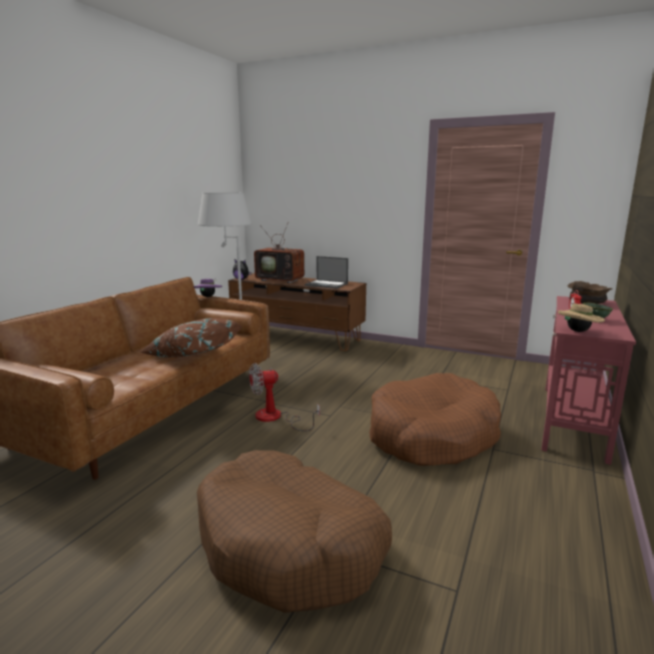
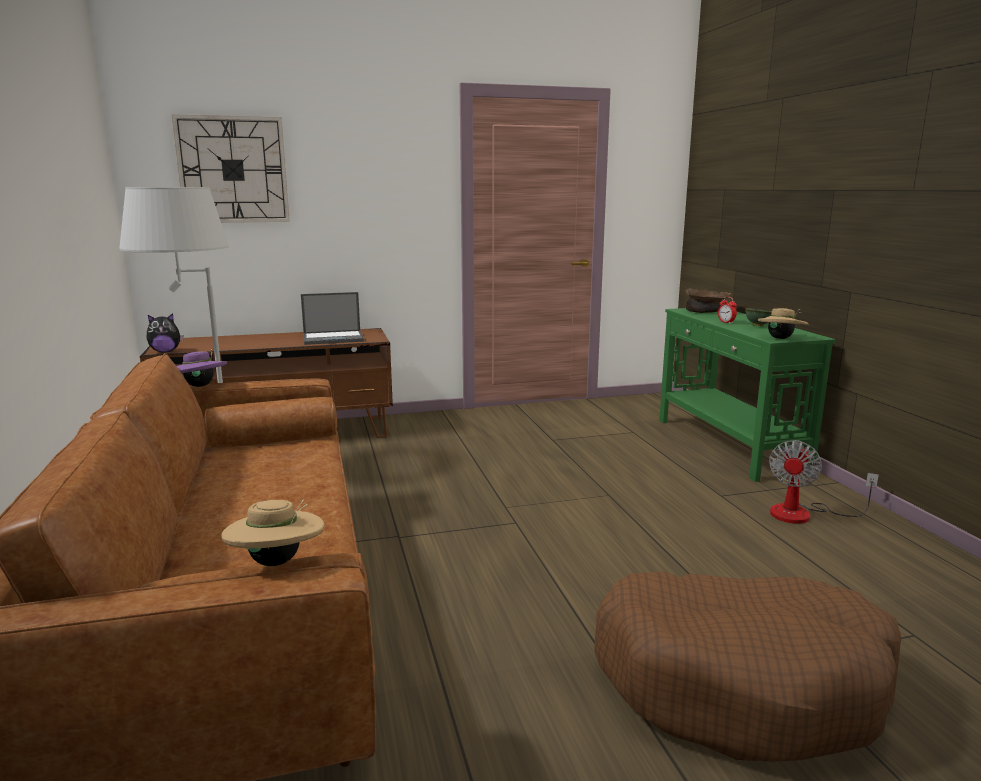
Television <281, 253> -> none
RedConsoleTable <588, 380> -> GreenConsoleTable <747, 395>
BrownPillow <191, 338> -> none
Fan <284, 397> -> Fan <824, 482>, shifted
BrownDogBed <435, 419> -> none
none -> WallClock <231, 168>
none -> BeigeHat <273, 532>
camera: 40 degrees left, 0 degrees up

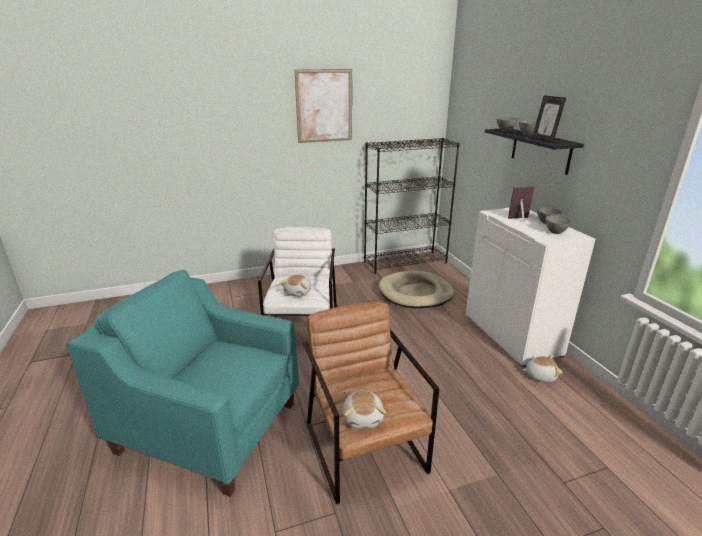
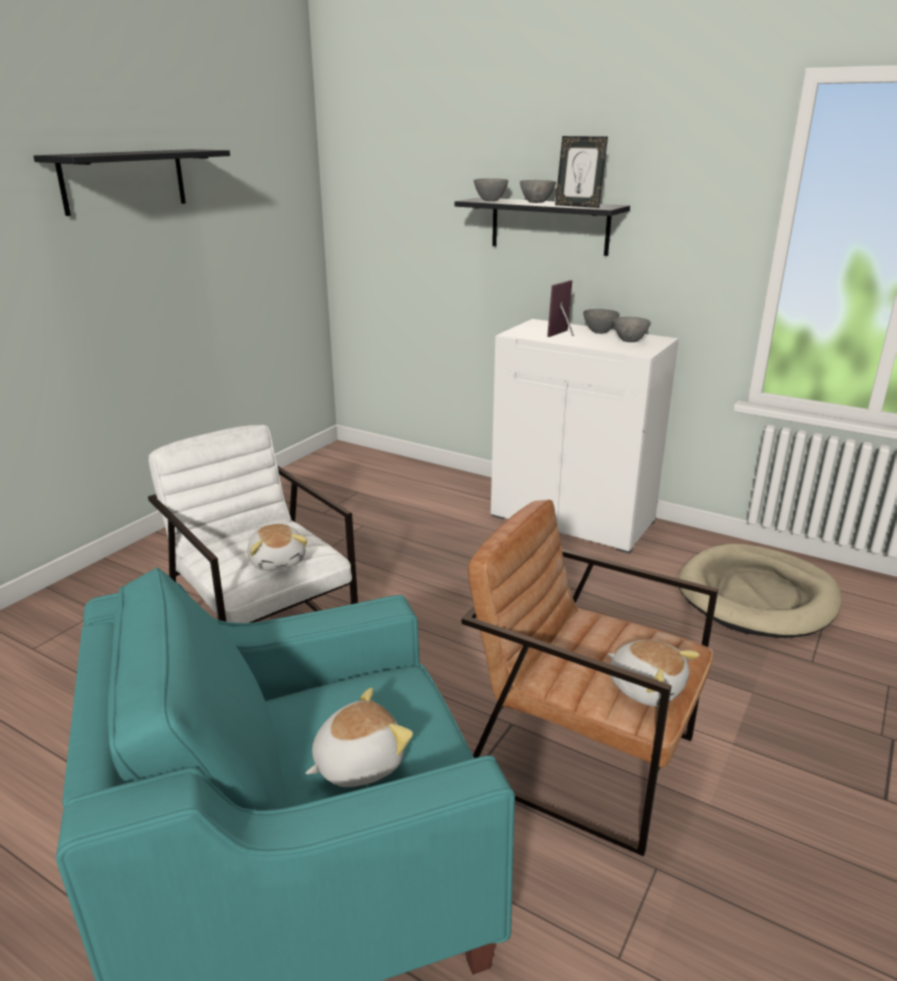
Picture <323, 106> -> BlackShelf <131, 182>
BlackBookcase <412, 206> -> none
BeigeDogBed <416, 289> -> BeigeDogBed <760, 591>, shifted
PlushToy <542, 368> -> PlushToy <359, 737>, shifted
camera: 40 degrees left, 0 degrees up

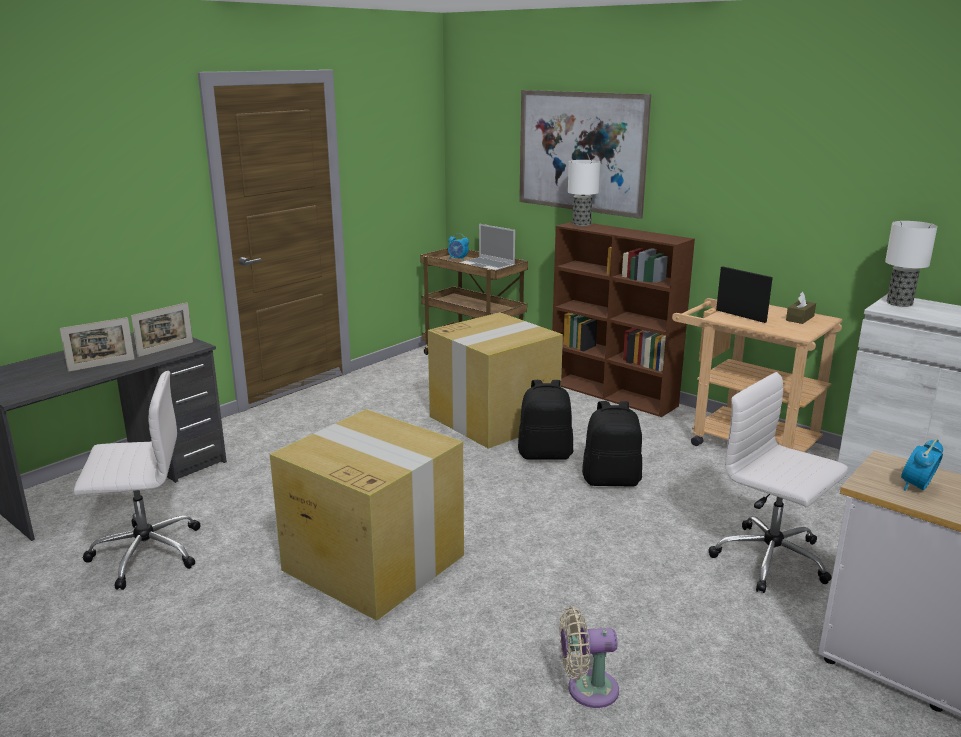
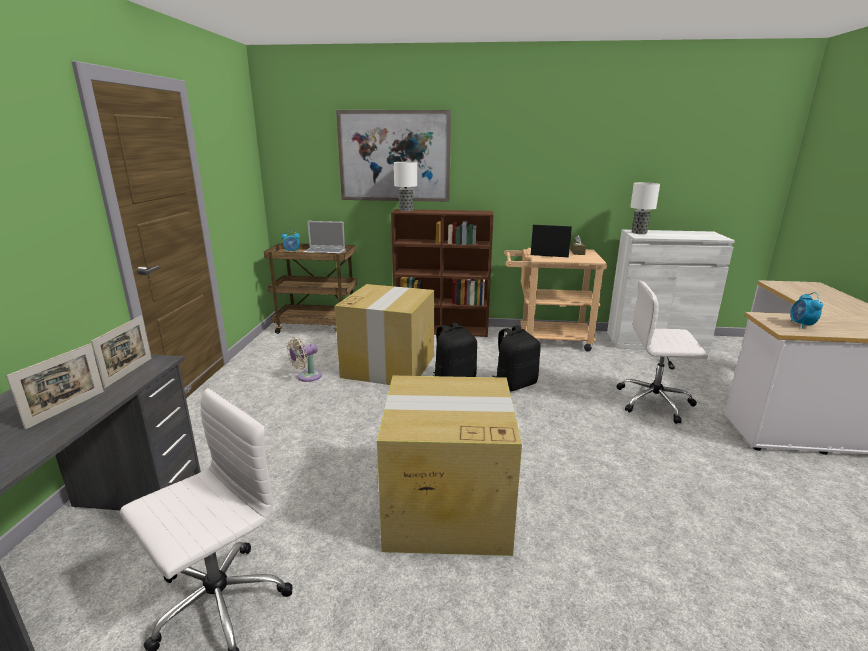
BeigeFan <589, 657> -> BeigeFan <304, 359>, shifted
camera: 35 degrees left, 0 degrees up

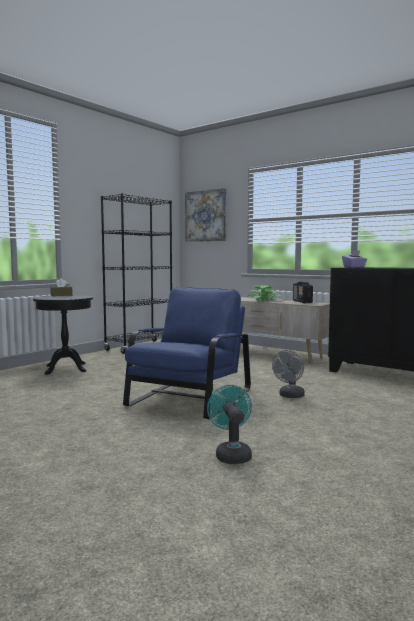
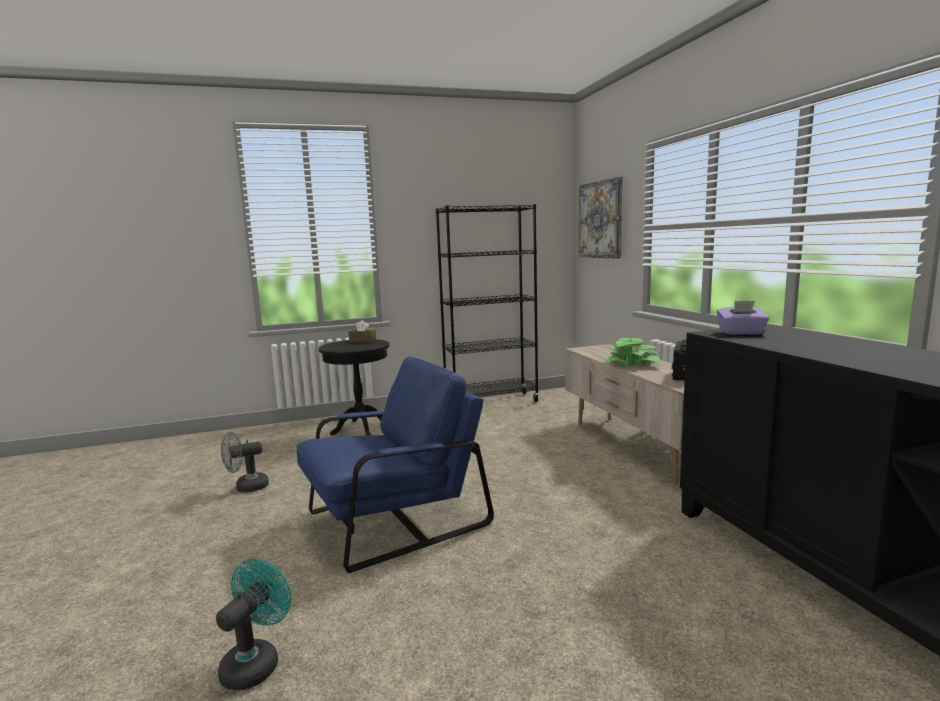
GreyFan <288, 374> -> GreyFan <245, 462>, shifted
camera: 35 degrees right, 5 degrees up

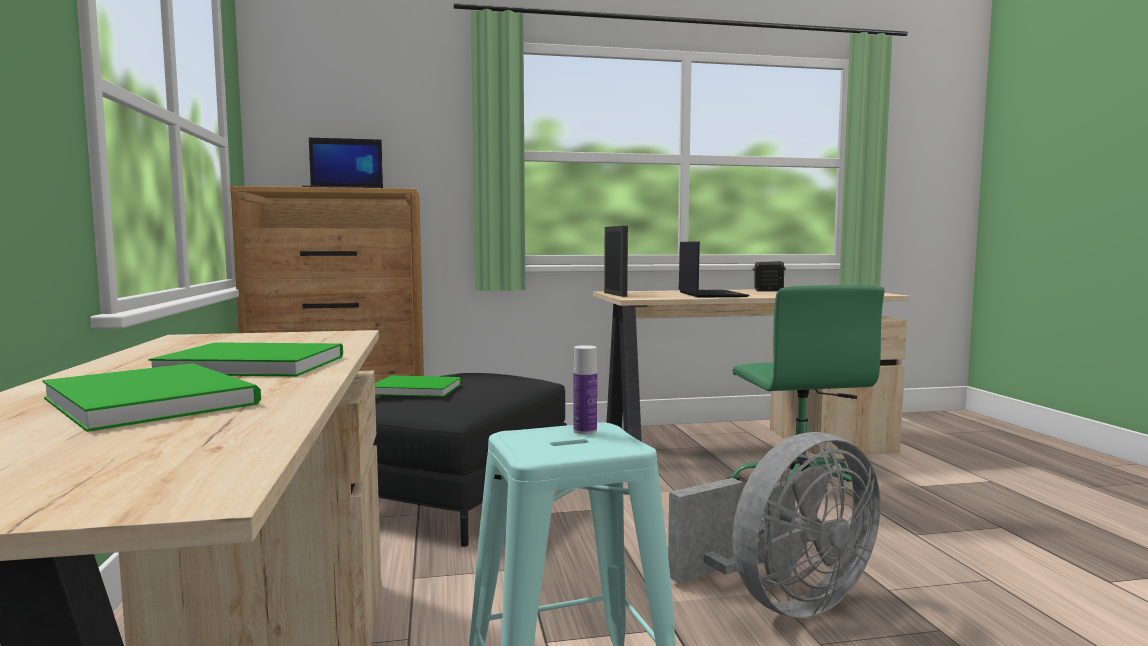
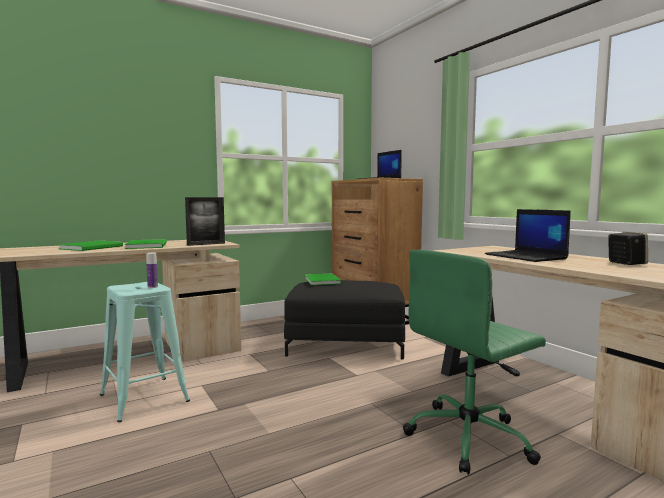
PictureFrame <616, 261> -> PictureFrame <205, 221>, shifted
Laptop <714, 269> -> Laptop <527, 235>, 90 degrees clockwise
GreyFan <774, 525> -> none
camera: 70 degrees right, 0 degrees up

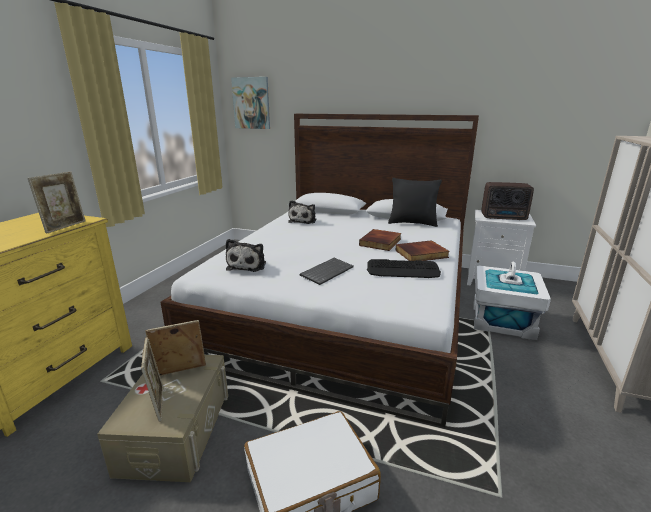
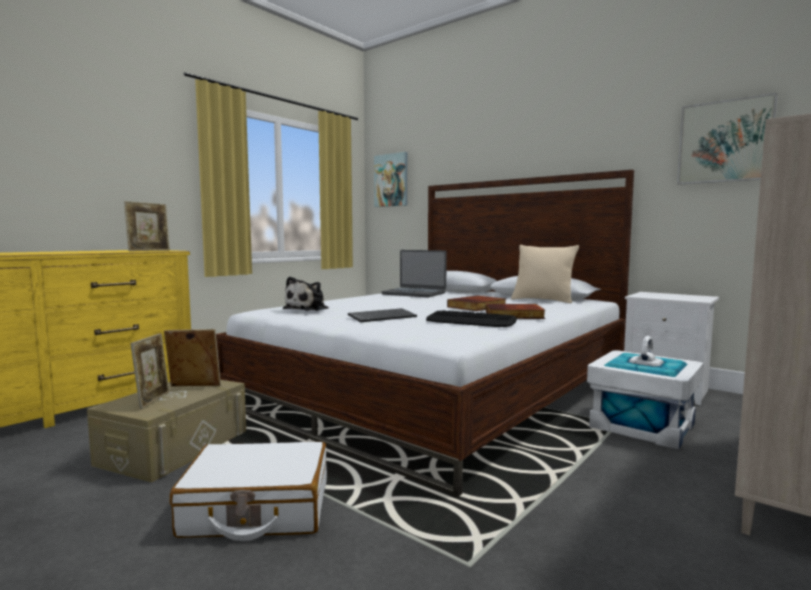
BlackPillow <415, 202> -> BeigePillow <545, 274>
Radio <507, 201> -> none
PlushToy <302, 212> -> Laptop <414, 273>
none -> Picture <727, 139>
camera: 20 degrees right, 15 degrees down

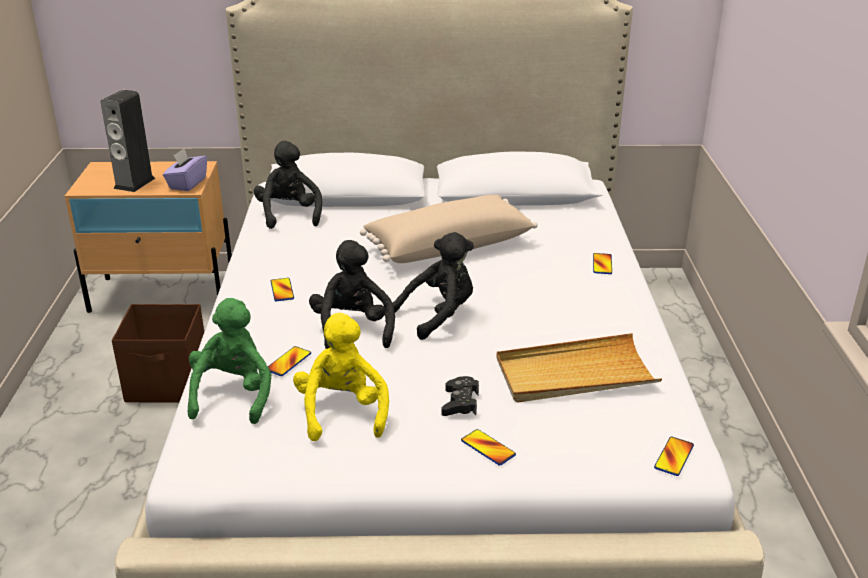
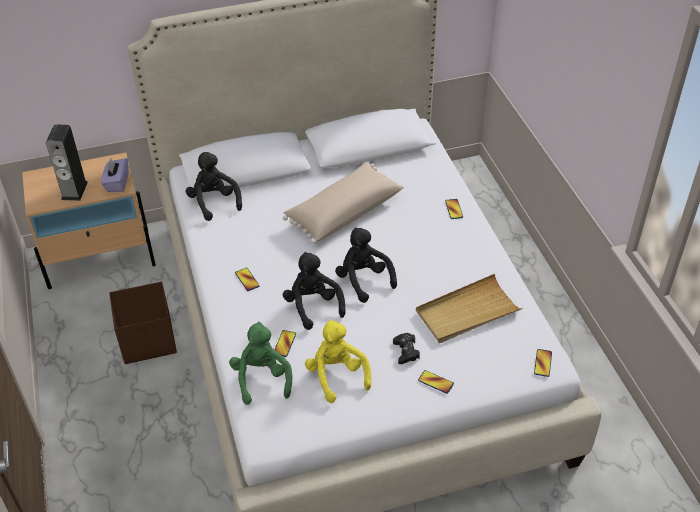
BlackPlushToy <433, 286> -> BlackPlushToy <366, 265>, 75 degrees counterclockwise
camera: 15 degrees left, 15 degrees up

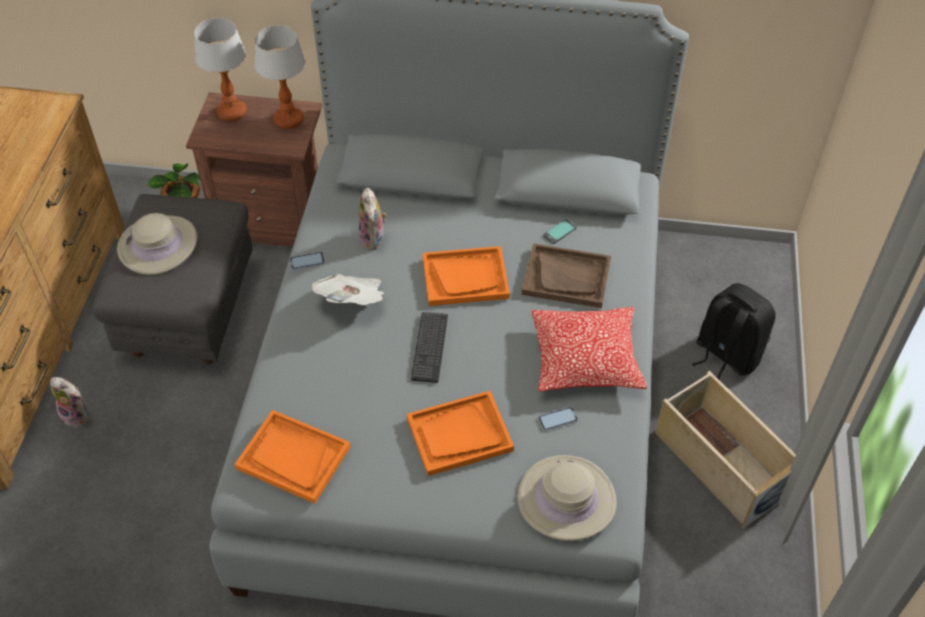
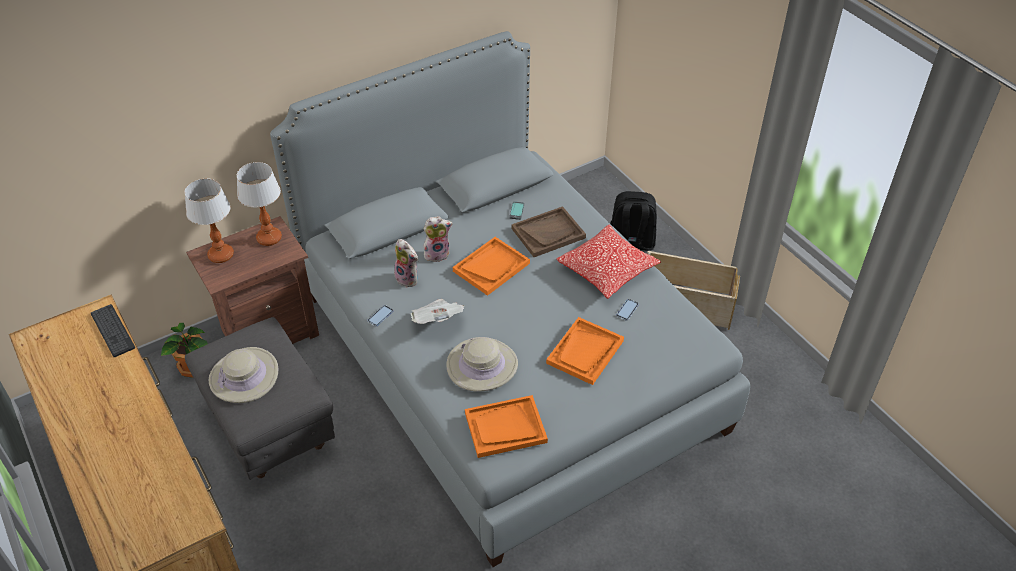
Keyboard <429, 347> -> Keyboard <113, 330>, shifted
PlushToy <69, 402> -> PlushToy <438, 239>, shifted
BeigeHat <567, 498> -> BeigeHat <482, 364>, shifted
camera: 40 degrees left, 5 degrees down

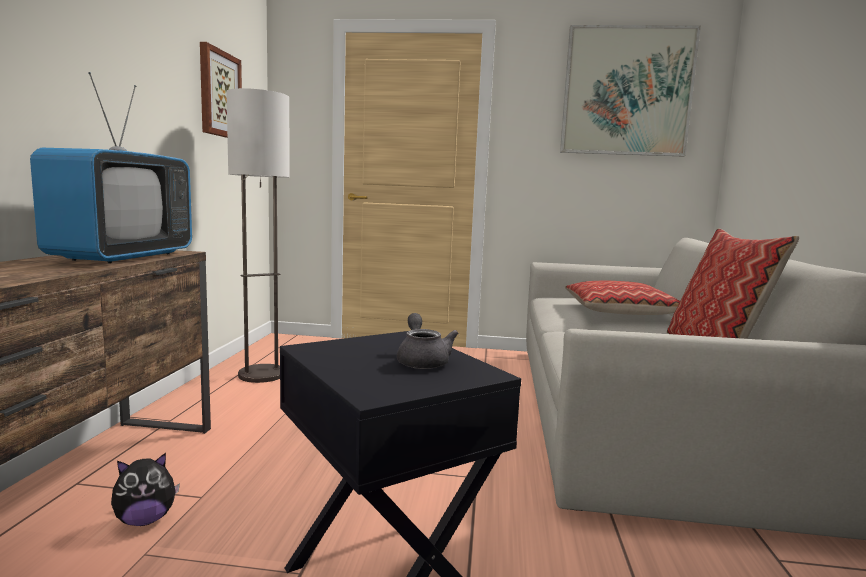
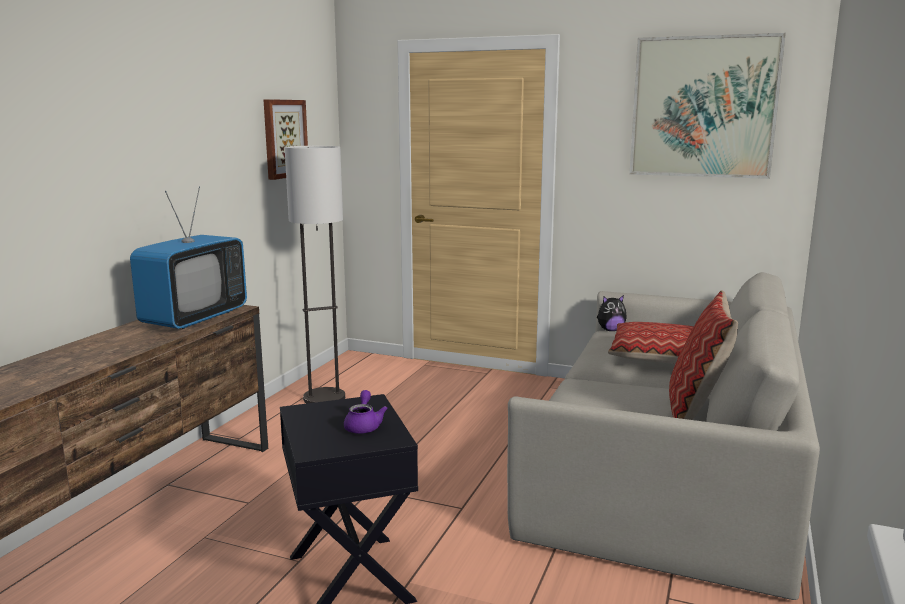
GreyTeapot <427, 341> -> PurpleTeapot <366, 411>
PlushToy <145, 489> -> PlushToy <612, 313>, shifted
camera: 15 degrees right, 5 degrees up

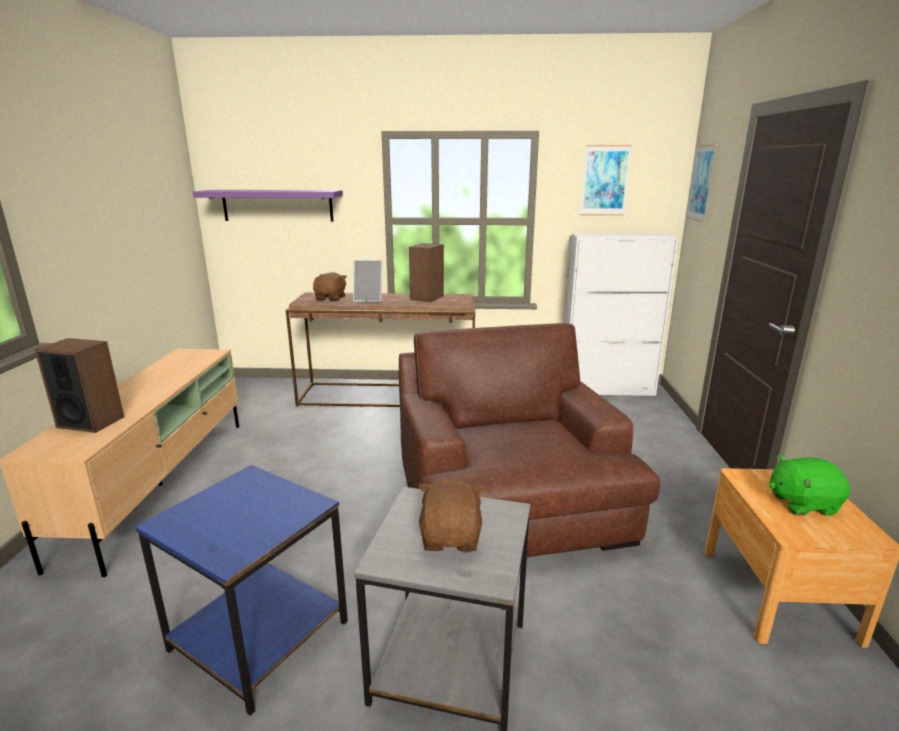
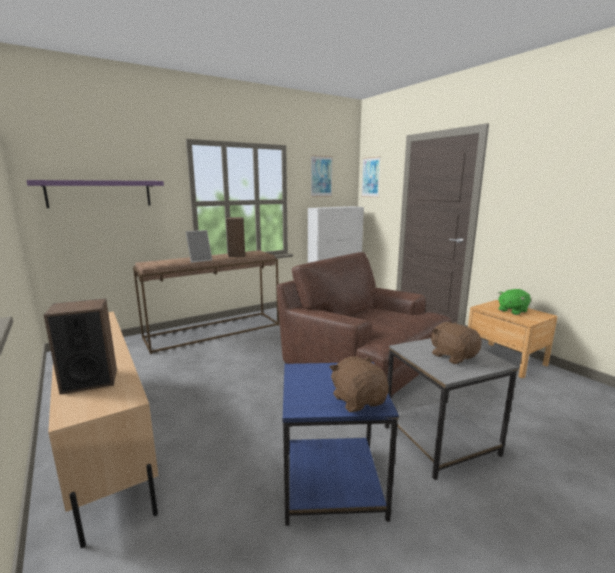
BrownPlushToy <330, 286> -> BrownPlushToy <359, 384>, shifted
camera: 35 degrees left, 5 degrees down

